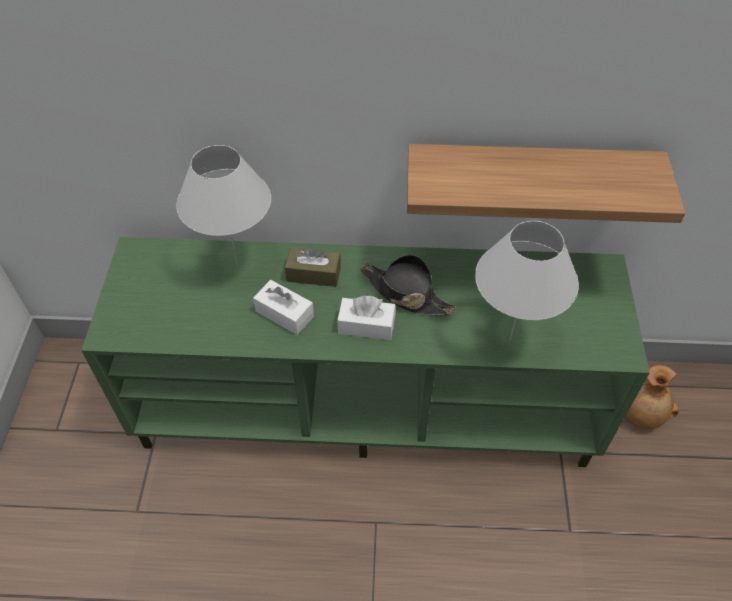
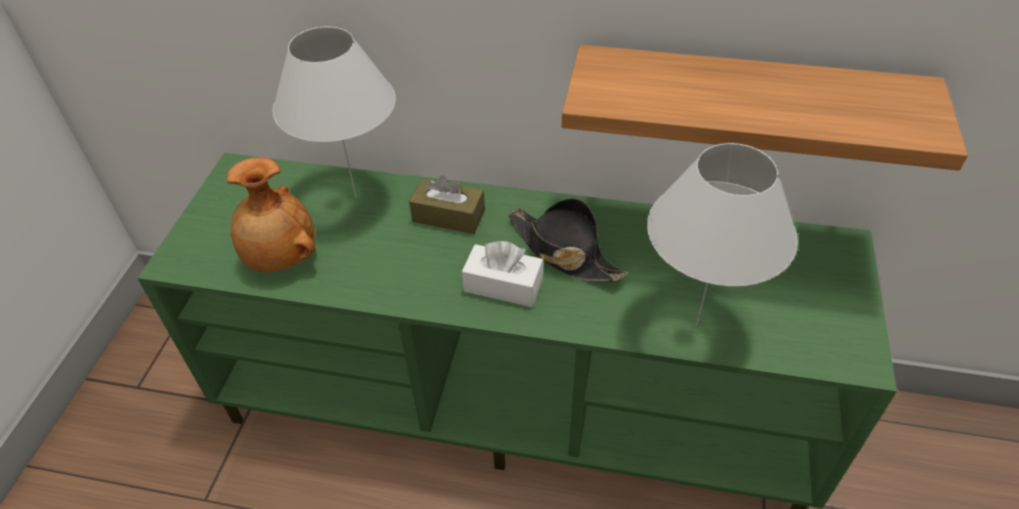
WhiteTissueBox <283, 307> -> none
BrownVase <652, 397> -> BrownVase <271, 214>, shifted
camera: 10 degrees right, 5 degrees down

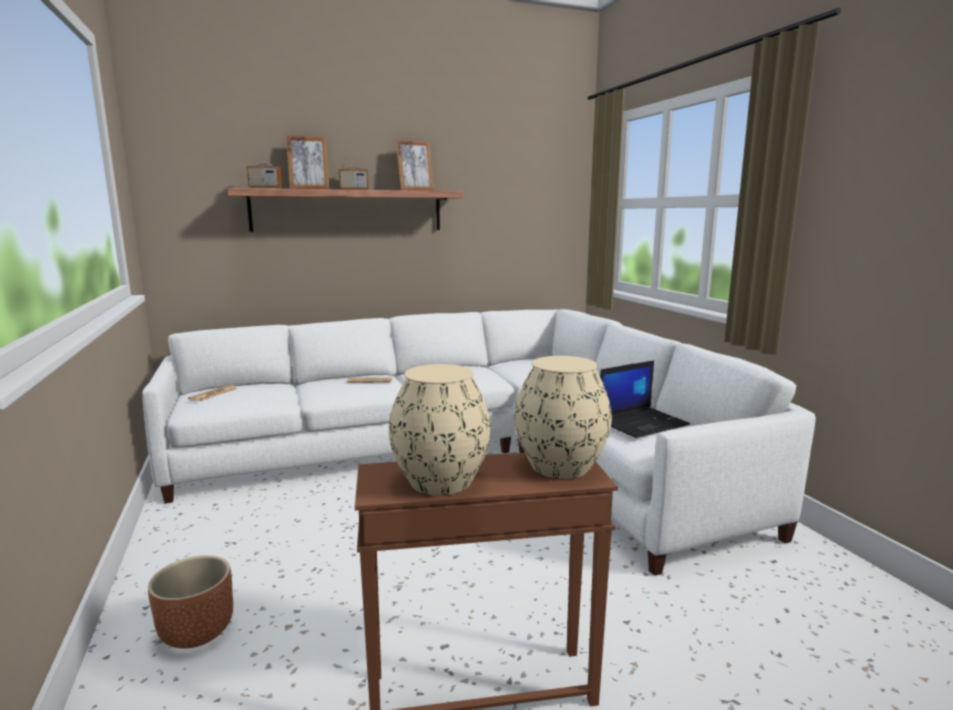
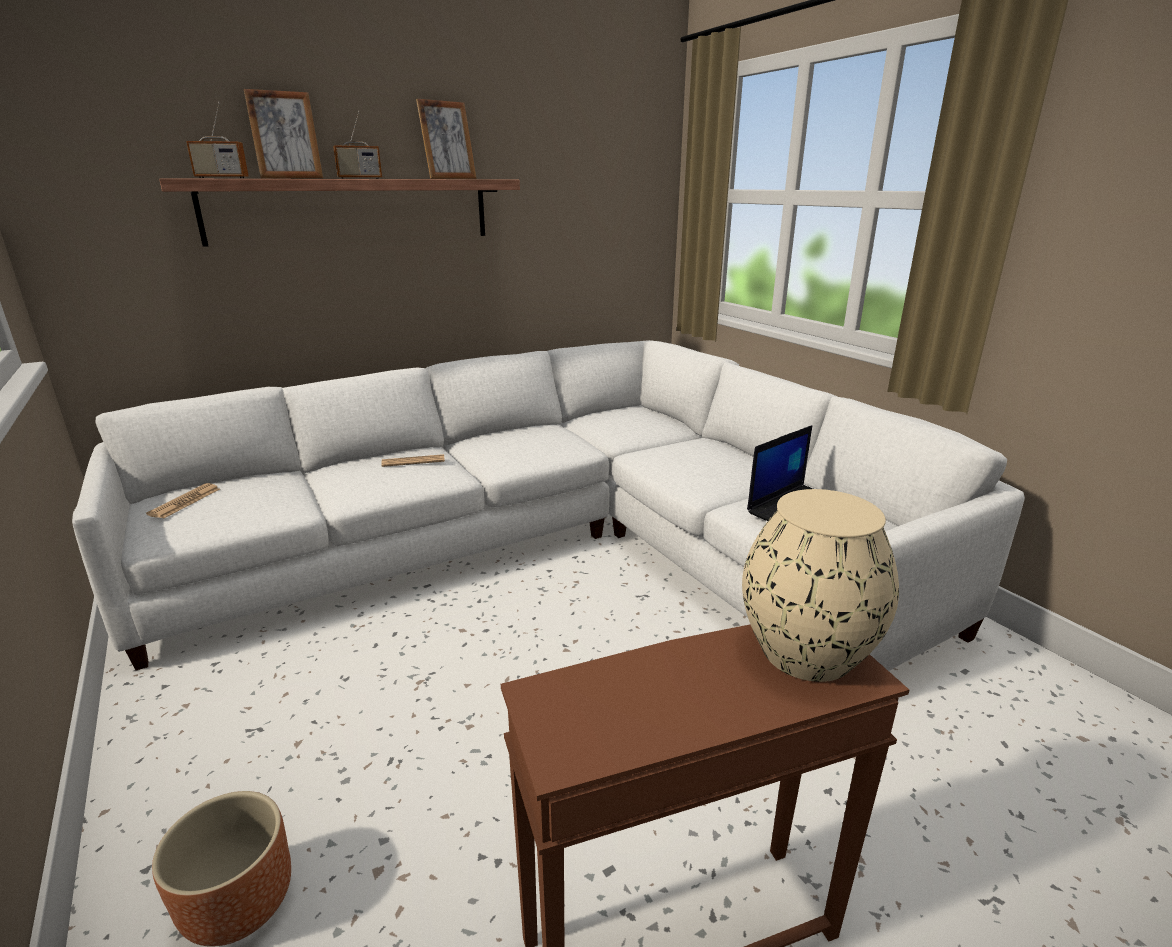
BeigeVase <440, 429> -> none
camera: 10 degrees left, 10 degrees up

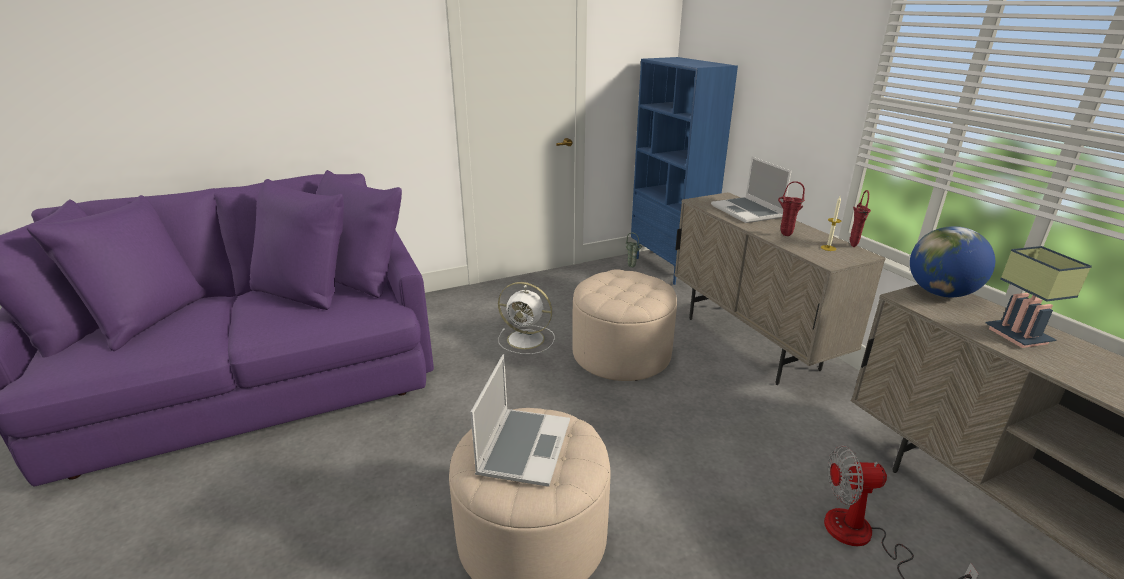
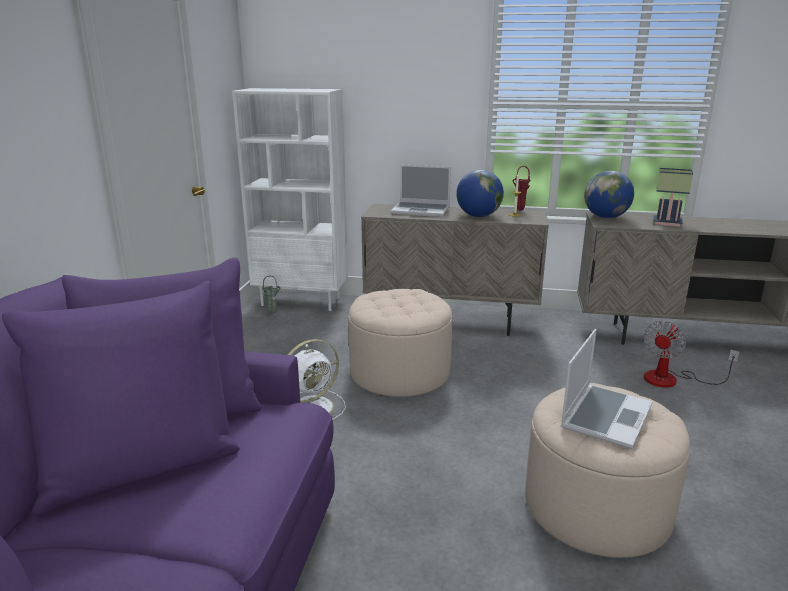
BlueBookcase <684, 171> -> WhiteBookcase <290, 199>
RedVase <791, 208> -> Globe <480, 193>
Laptop <520, 420> -> Laptop <607, 389>, 75 degrees clockwise
camera: 55 degrees left, 5 degrees down

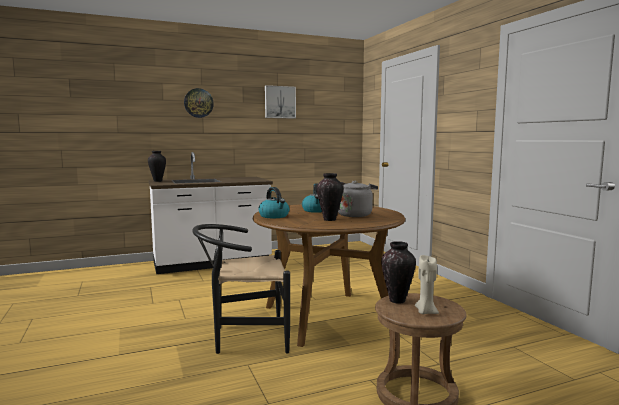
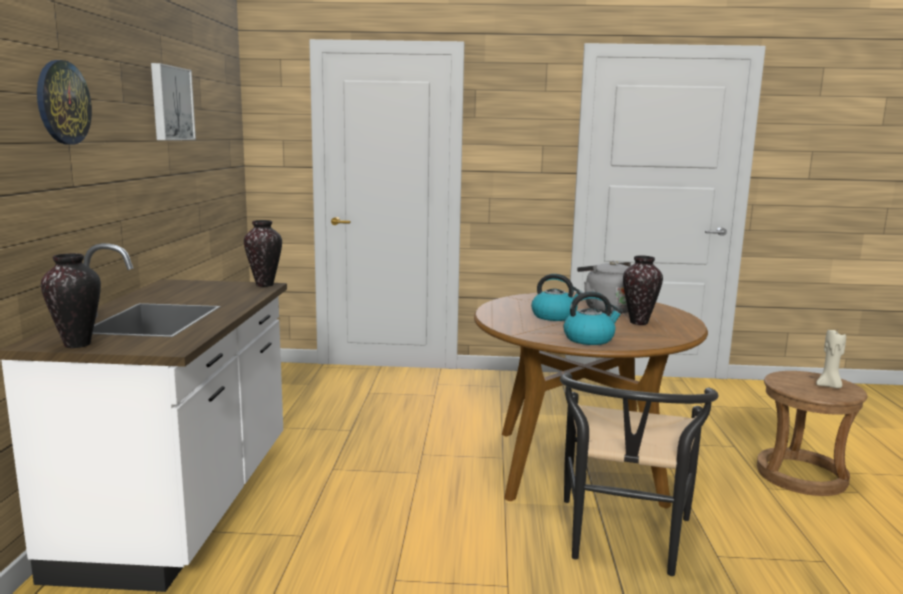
Vase <398, 272> -> Vase <263, 253>, shifted
camera: 65 degrees left, 5 degrees up

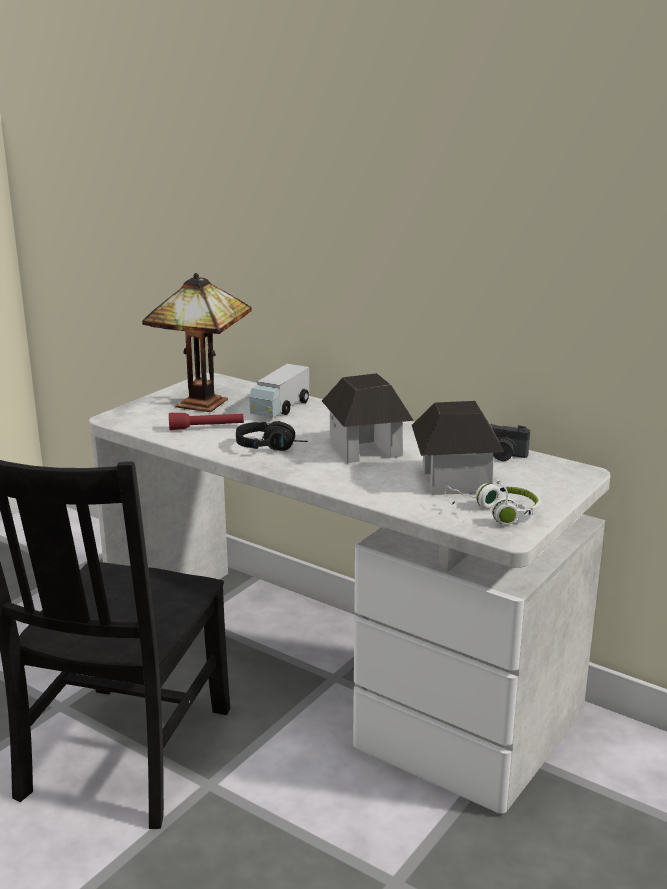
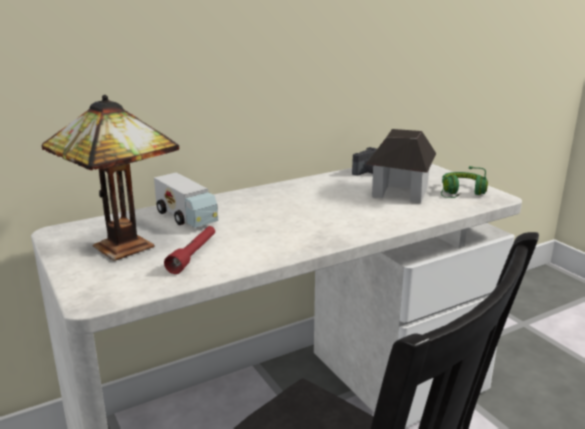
ToyHouse <368, 418> -> none
BlackHeadphones <272, 436> -> none
WhiteHeadphones <493, 502> -> GreenHeadphones <464, 182>
camera: 65 degrees left, 0 degrees up

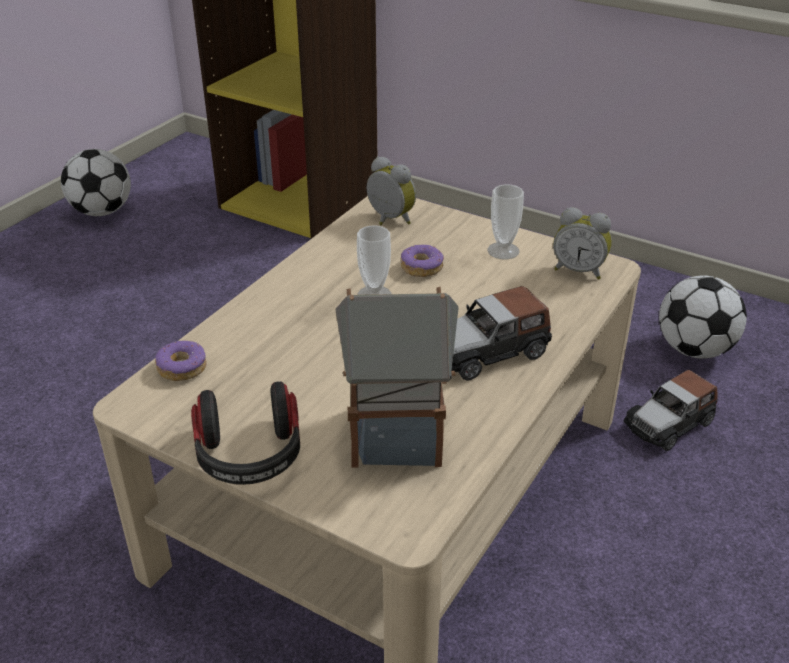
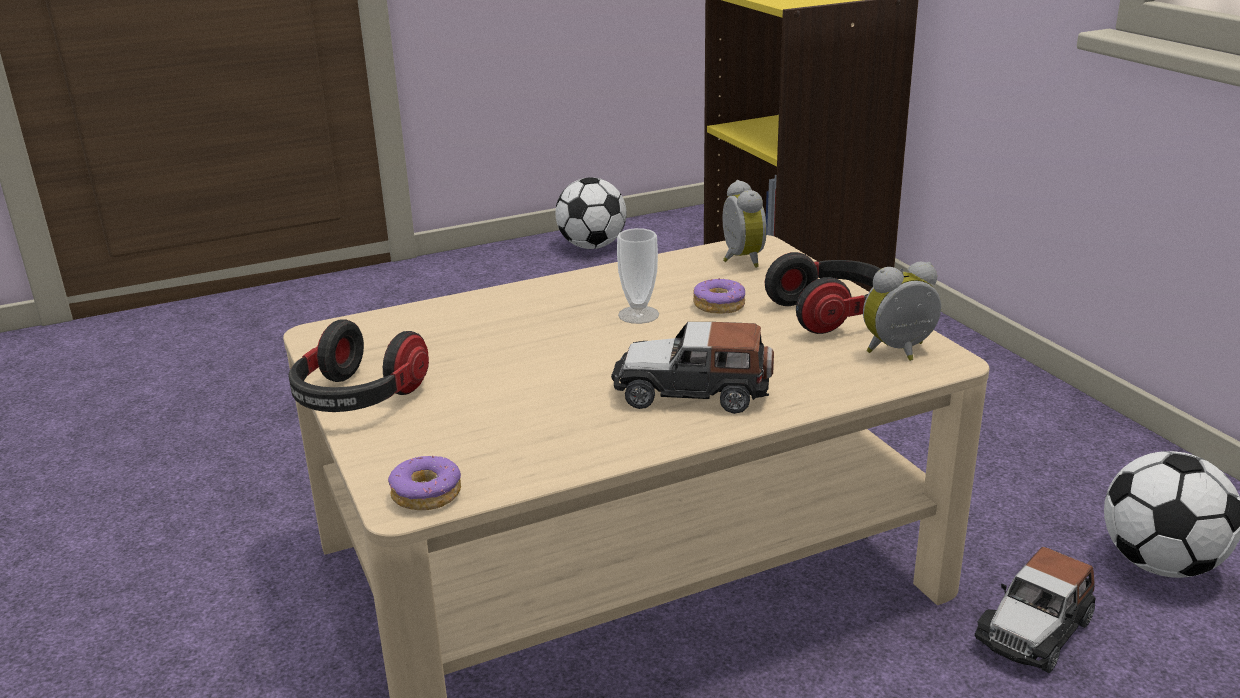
Cup <506, 222> -> Headphones <822, 293>
AlarmClock <582, 243> -> AlarmClock <902, 311>, 105 degrees clockwise
ToyHouse <397, 377> -> none
Donut <181, 360> -> Donut <424, 482>, shifted
ToyCar <670, 410> -> ToyCar <1034, 610>, 45 degrees counterclockwise
camera: 35 degrees right, 10 degrees down

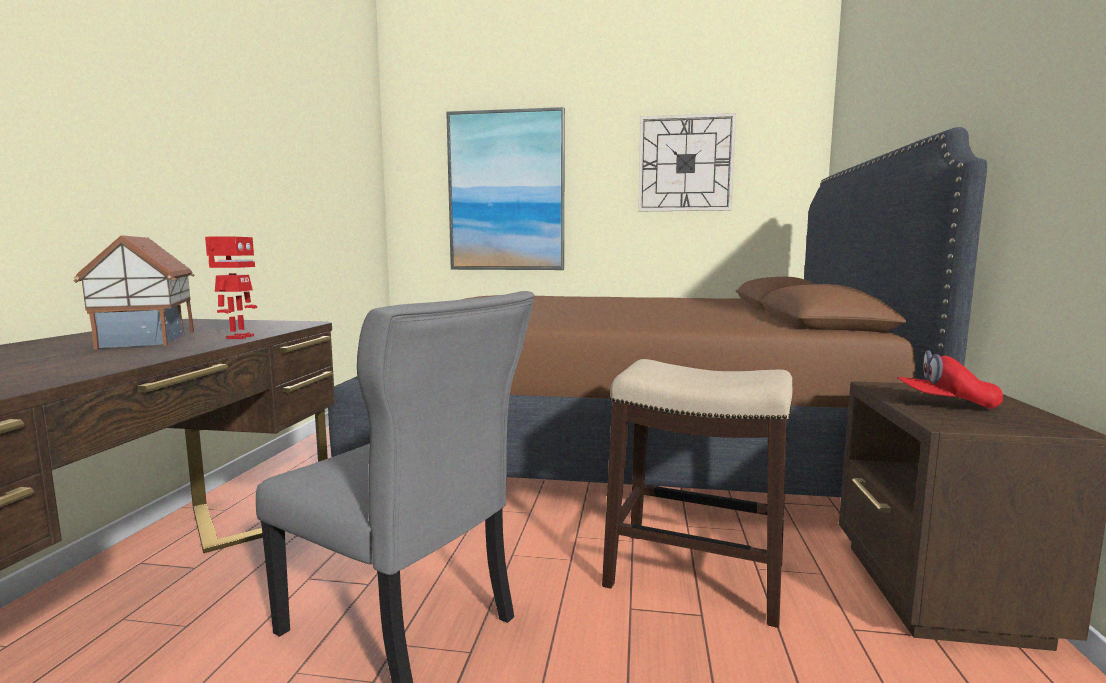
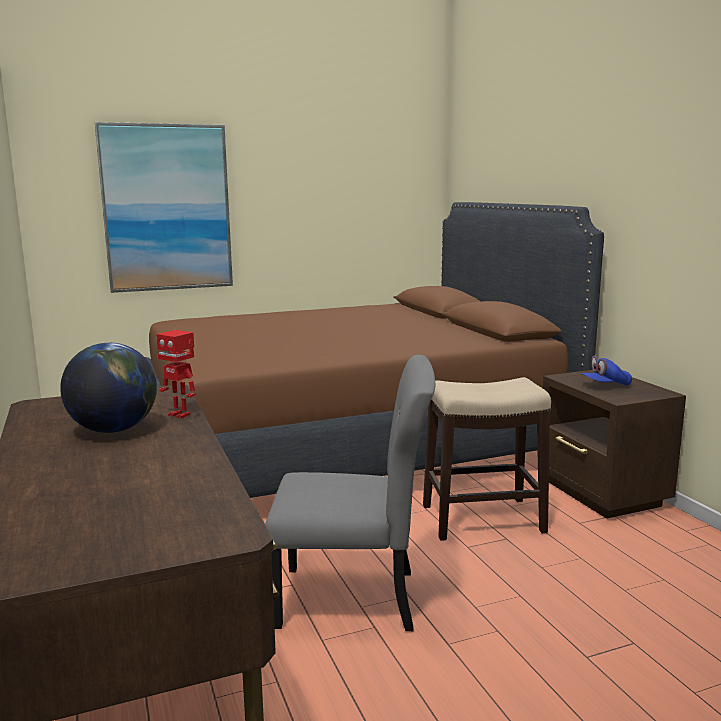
WallClock <687, 162> -> none
ToyHouse <134, 292> -> Globe <108, 388>
ToyRobot <231, 288> -> ToyRobot <176, 374>, 150 degrees clockwise
RedCap <950, 379> -> BlueCap <606, 371>
camera: 30 degrees left, 5 degrees up

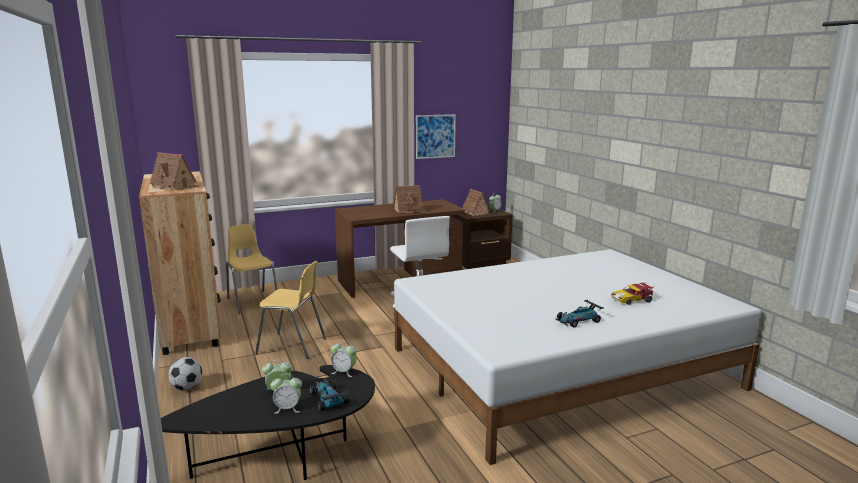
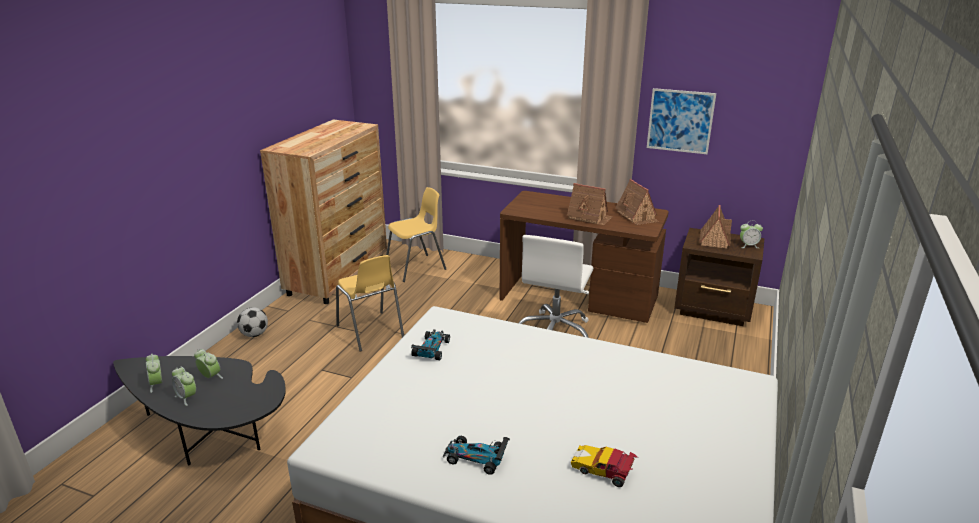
ToyHouse <174, 171> -> ToyHouse <636, 202>, shifted
YellowChair <252, 269> -> YellowChair <416, 234>, 45 degrees clockwise
AlarmClock <344, 359> -> AlarmClock <154, 373>, shifted
ToyCar <329, 395> -> ToyCar <430, 344>, shifted
camera: 45 degrees right, 10 degrees up

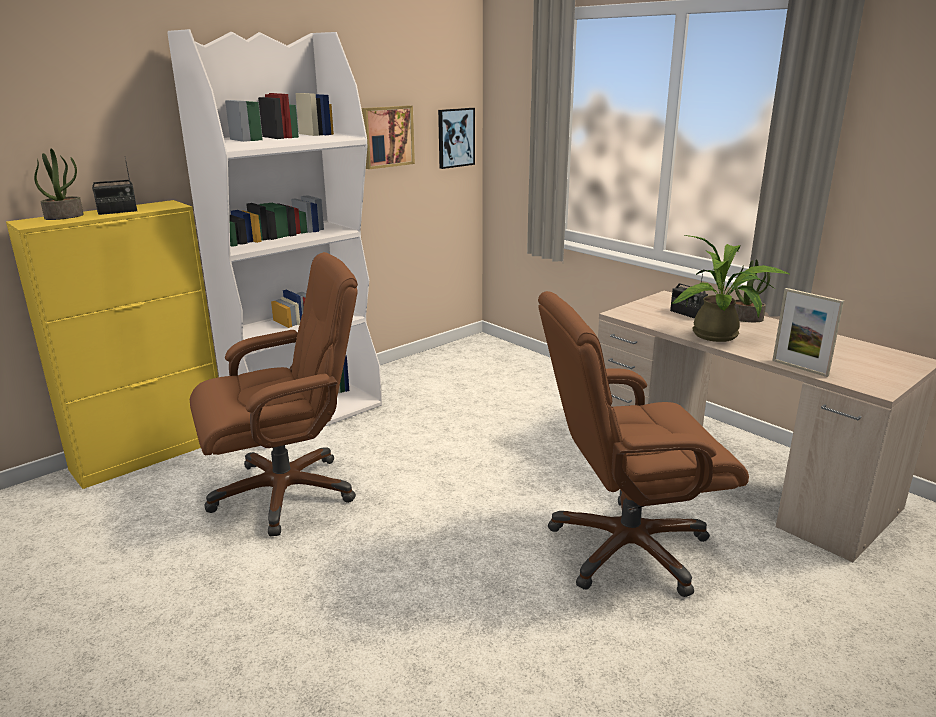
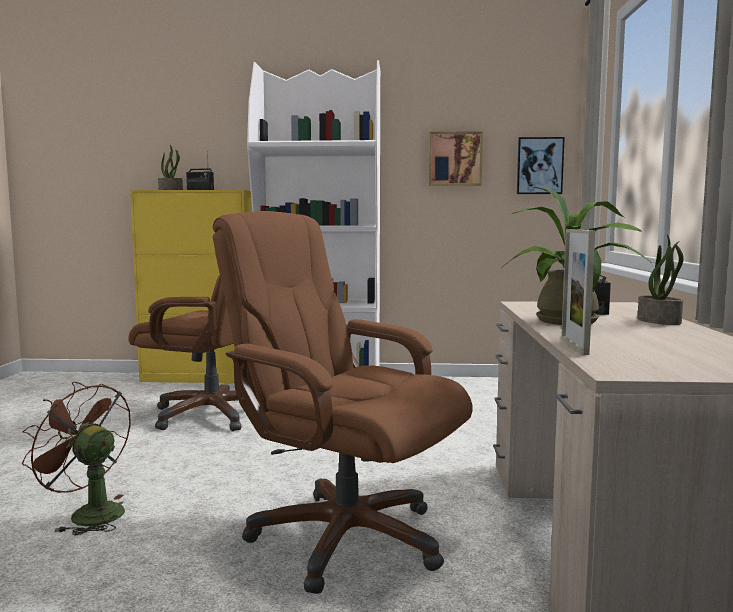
none -> BrownFan <76, 458>
camera: 45 degrees right, 15 degrees down

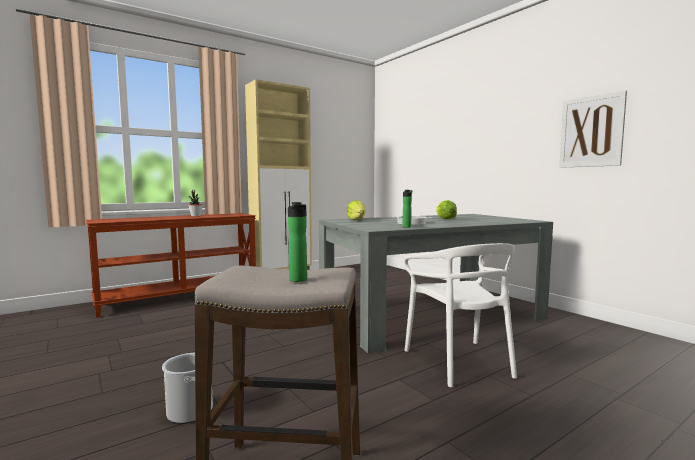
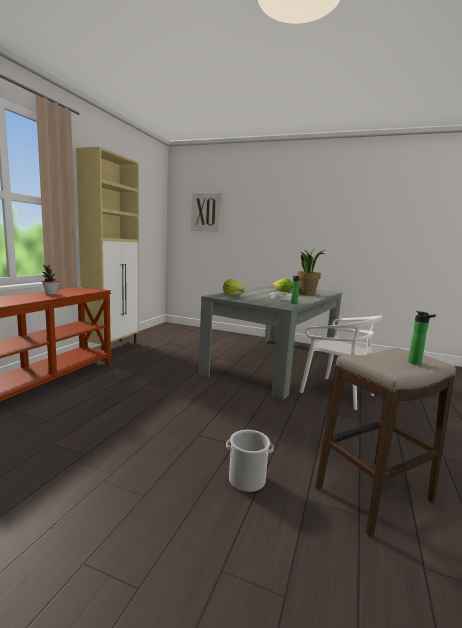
Picture <593, 129> -> Picture <206, 212>, shifted
none -> PottedPlant <311, 272>
camera: 35 degrees left, 5 degrees up

